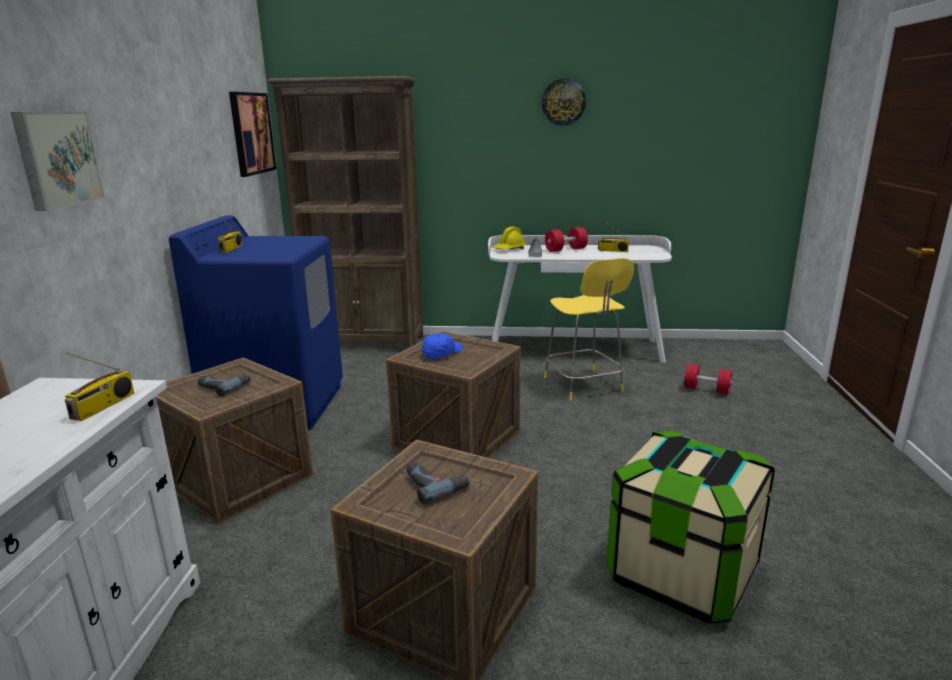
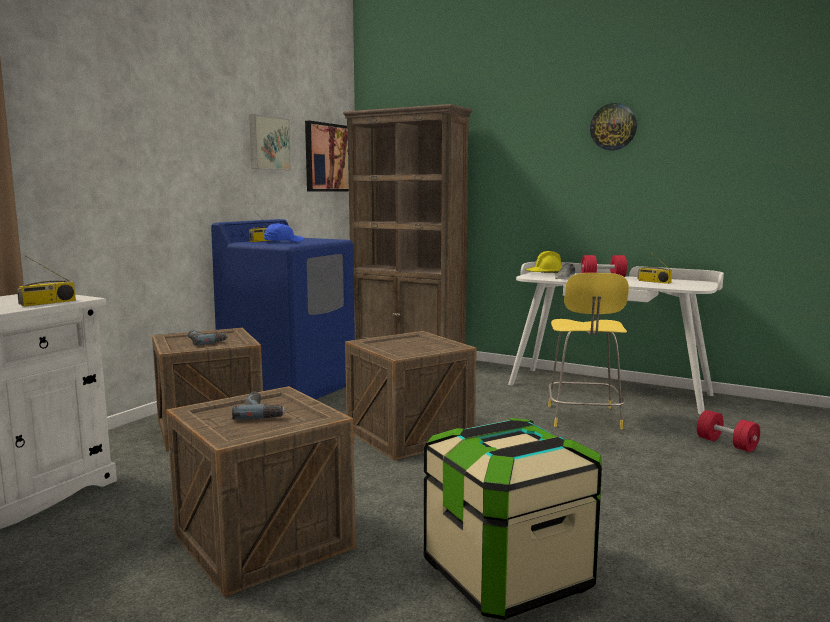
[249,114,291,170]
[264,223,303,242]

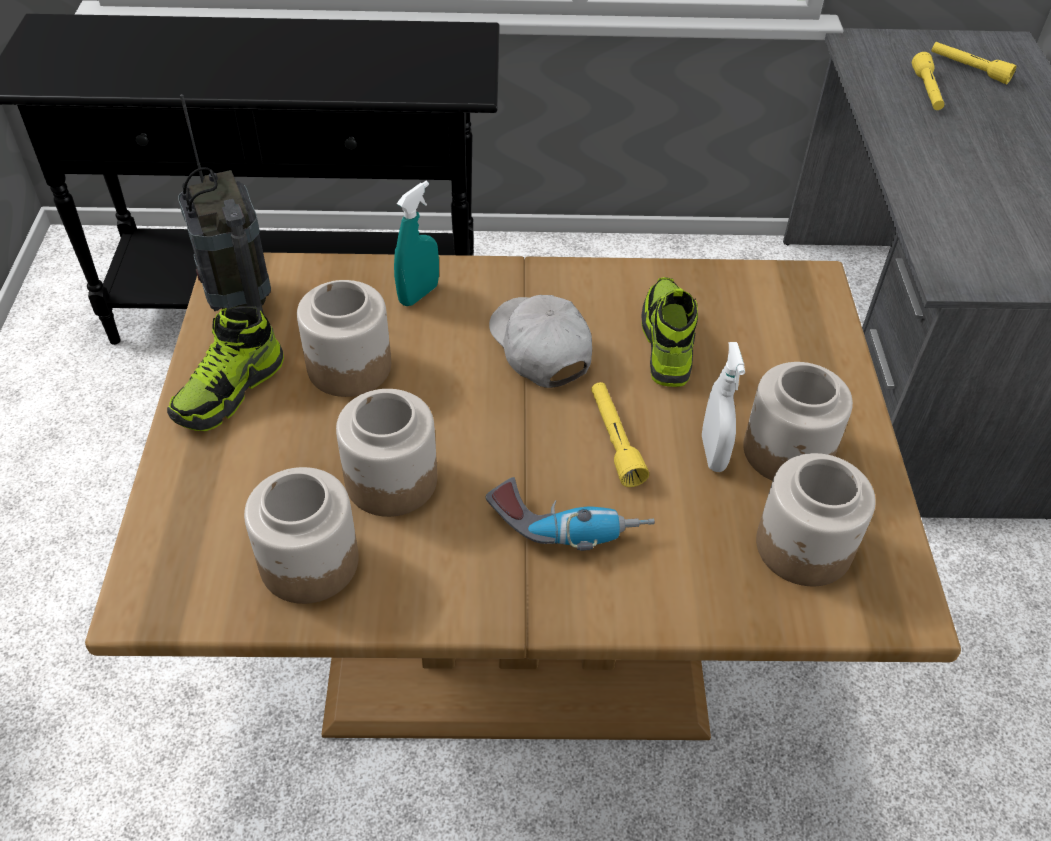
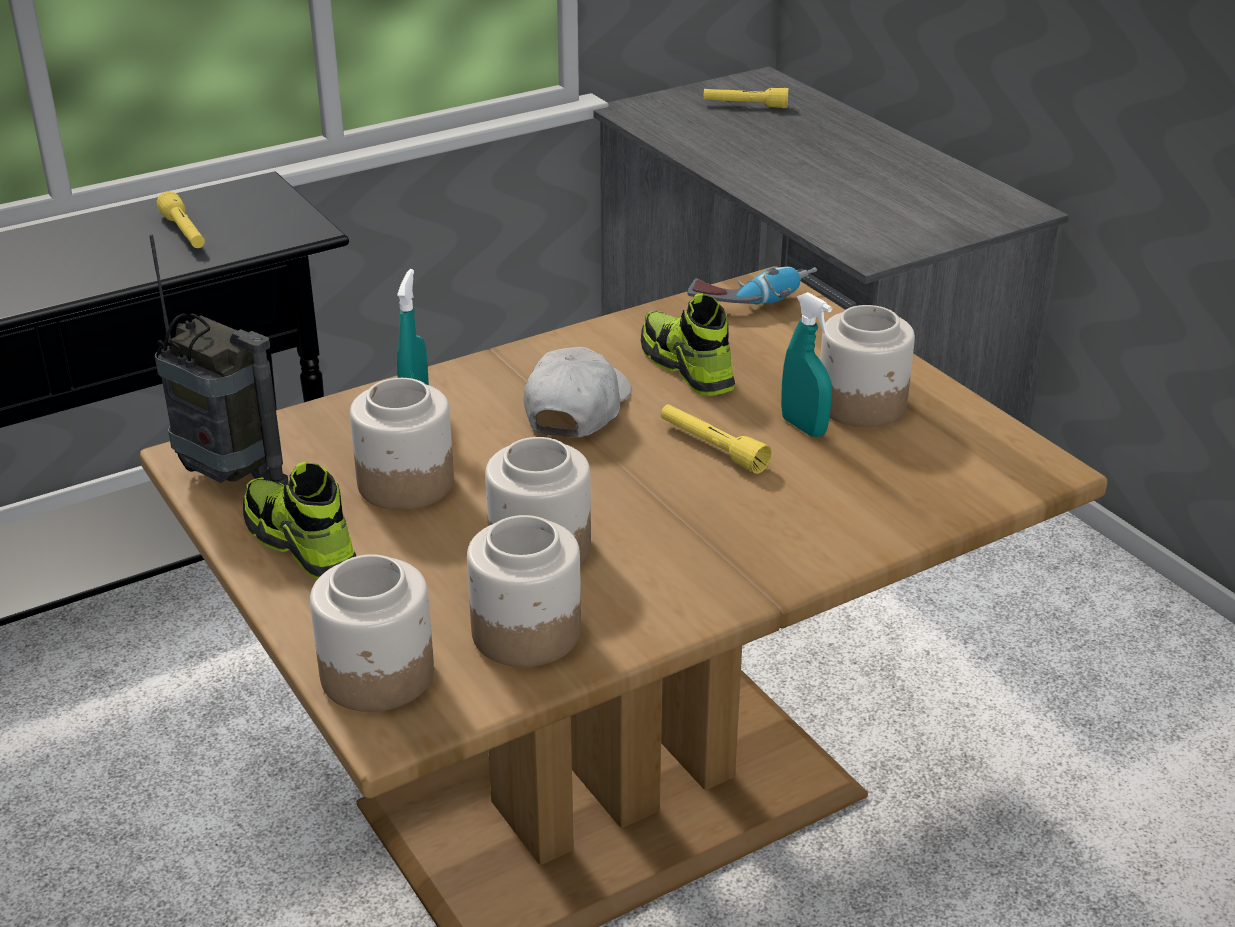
[156,191,205,248]
[243,462,356,580]
[310,554,434,712]
[523,347,632,437]
[688,267,817,304]
[781,292,832,437]

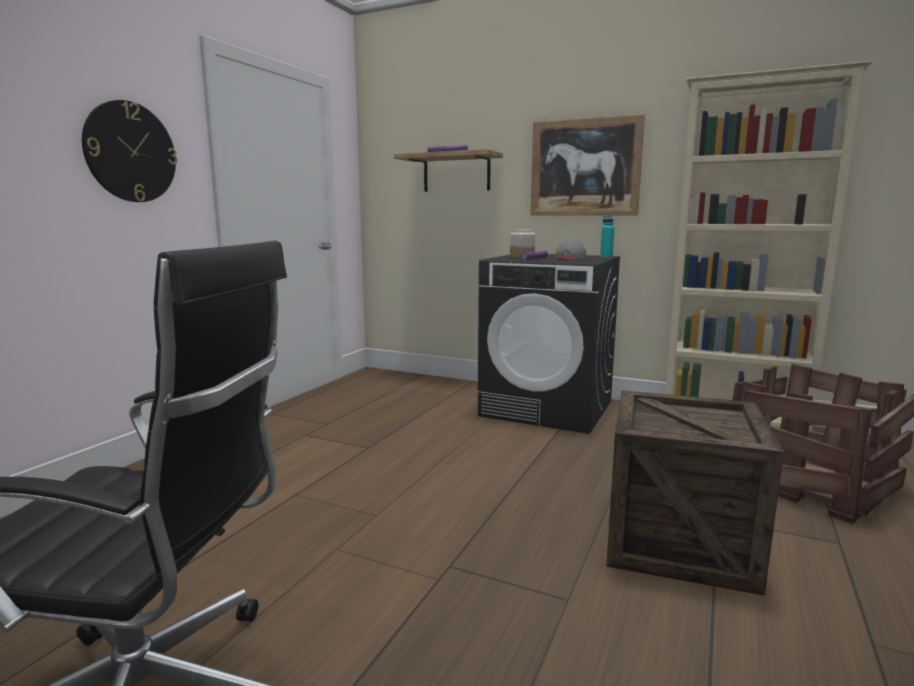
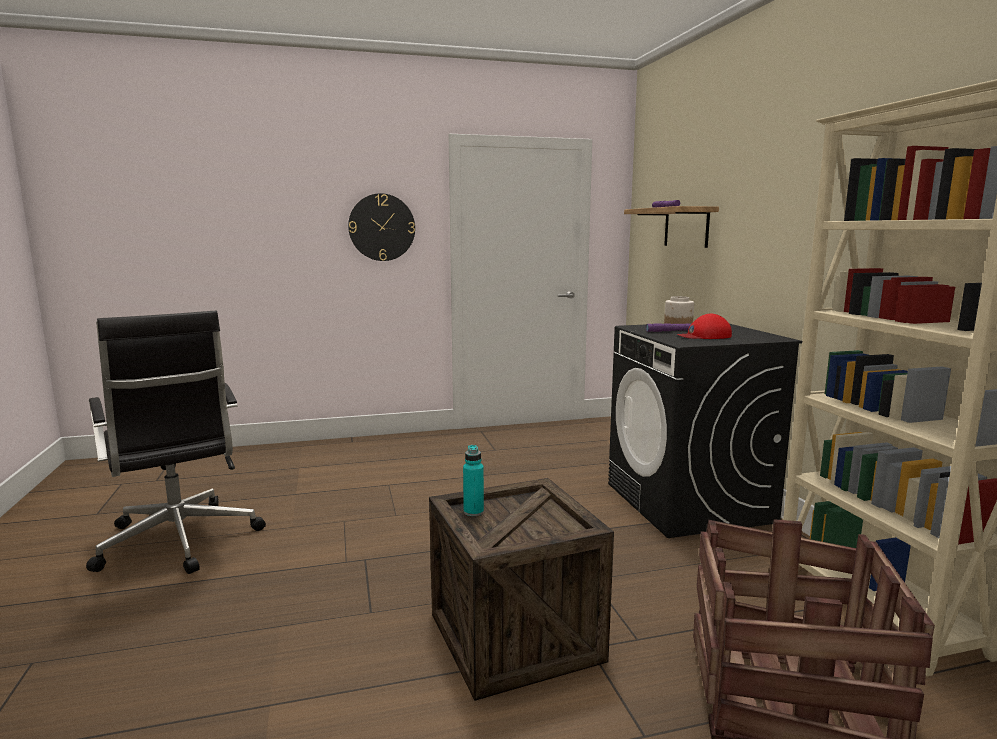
[463,445,484,516]
[677,314,732,339]
[531,114,645,216] (first image)

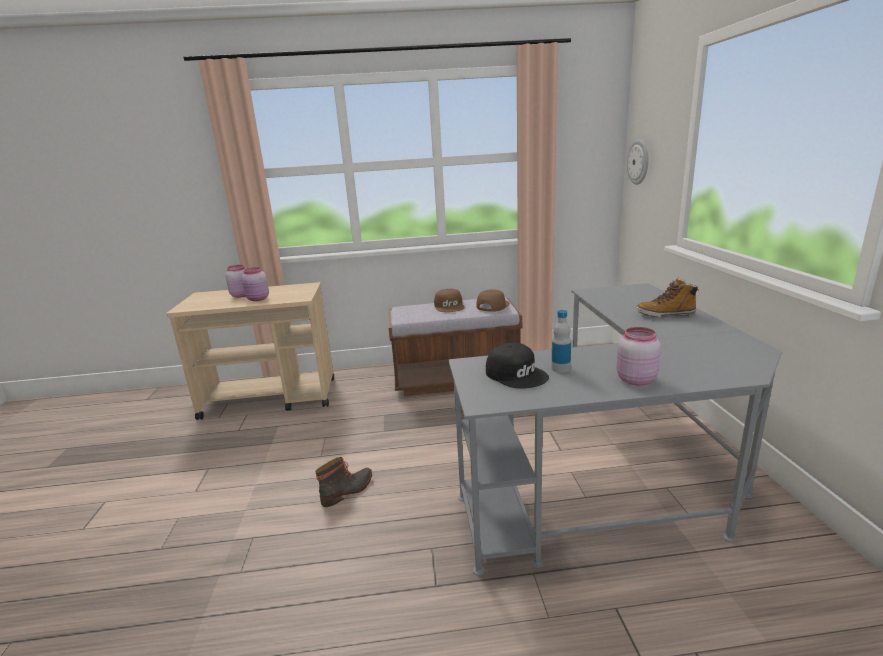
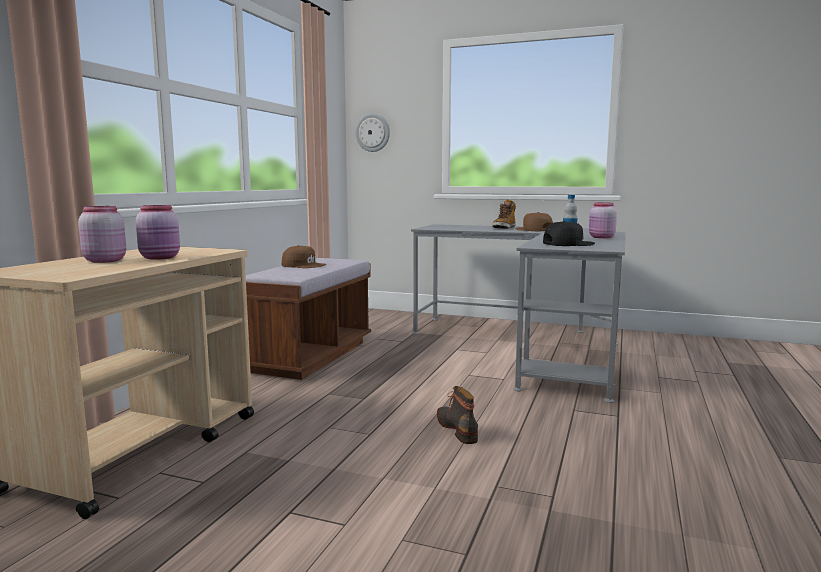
[516,212,553,231]

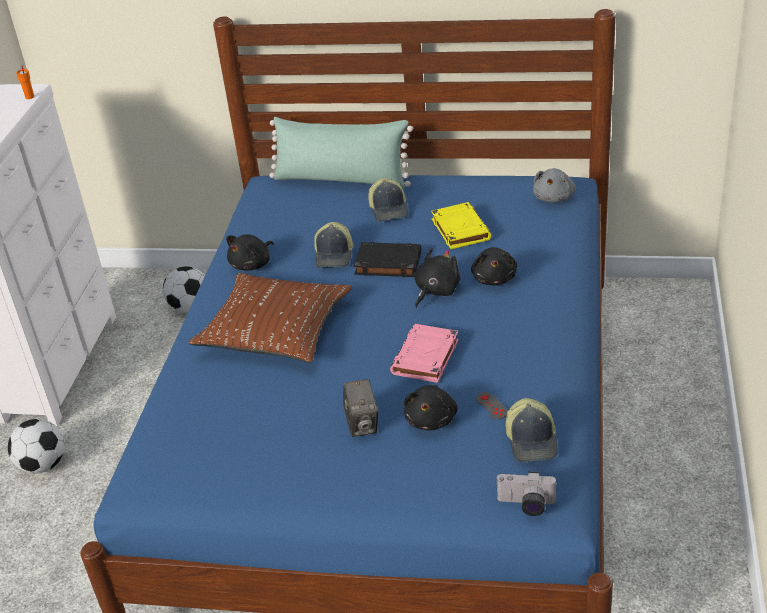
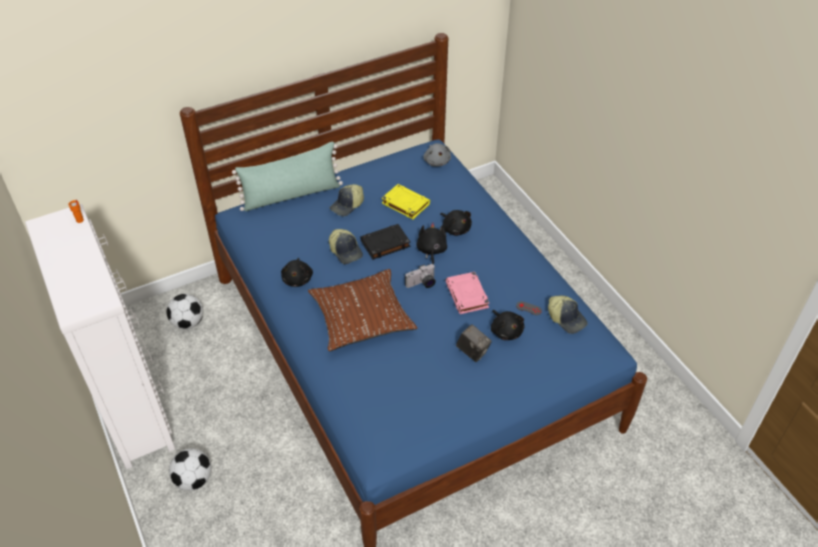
[330,184,364,216]
[405,264,436,288]

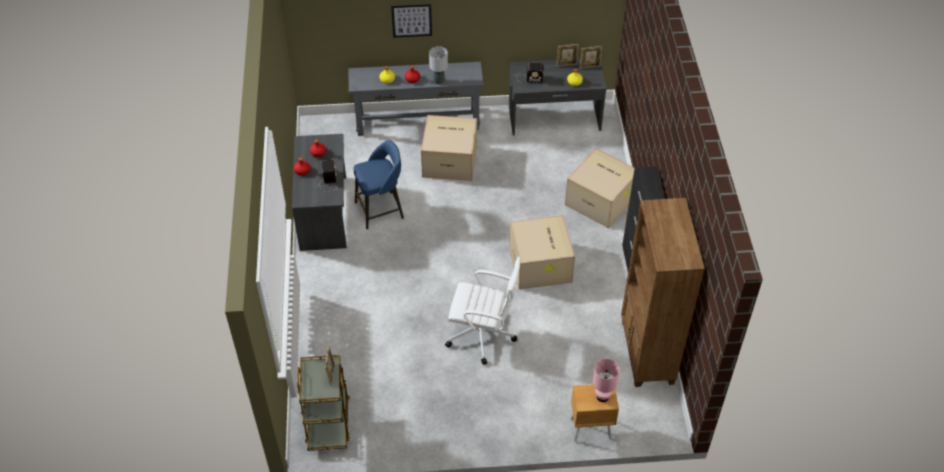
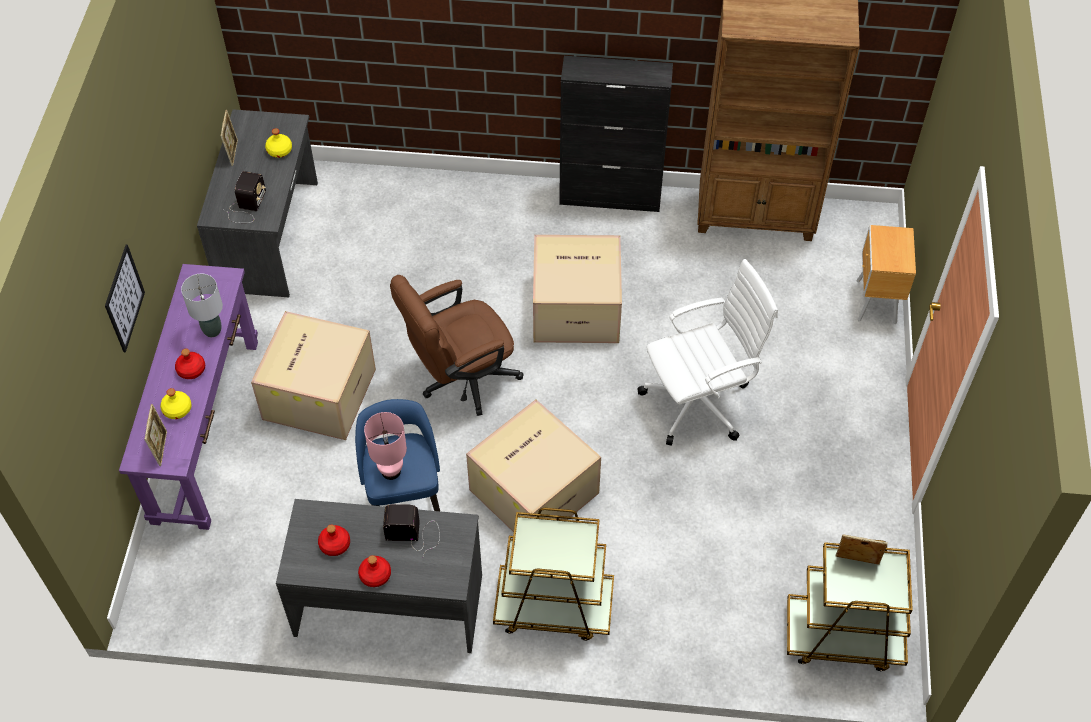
[119,264,258,530]
[144,404,167,466]
[364,412,407,480]
[390,275,524,416]
[466,399,601,532]
[493,508,614,641]
[637,259,778,446]

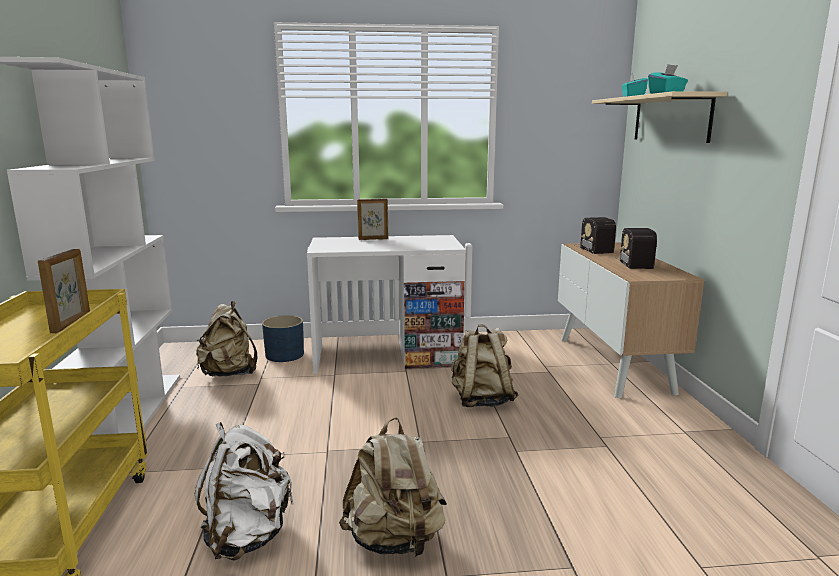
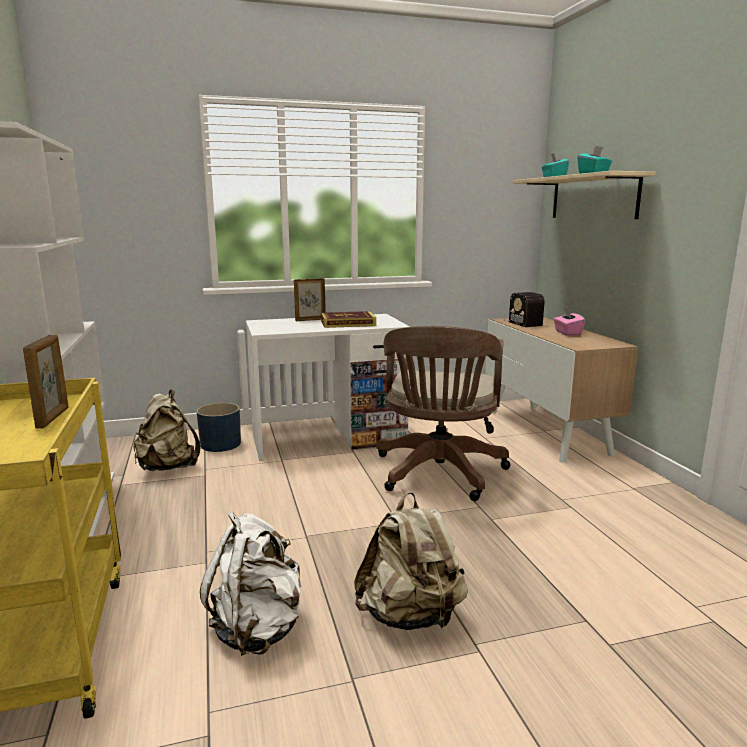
[321,311,376,328]
[376,326,510,501]
[554,309,585,336]

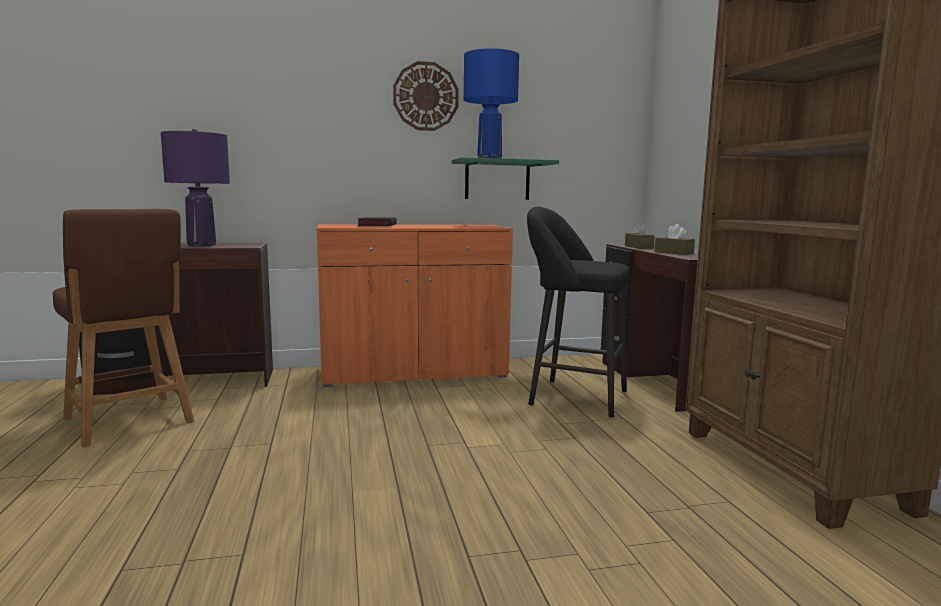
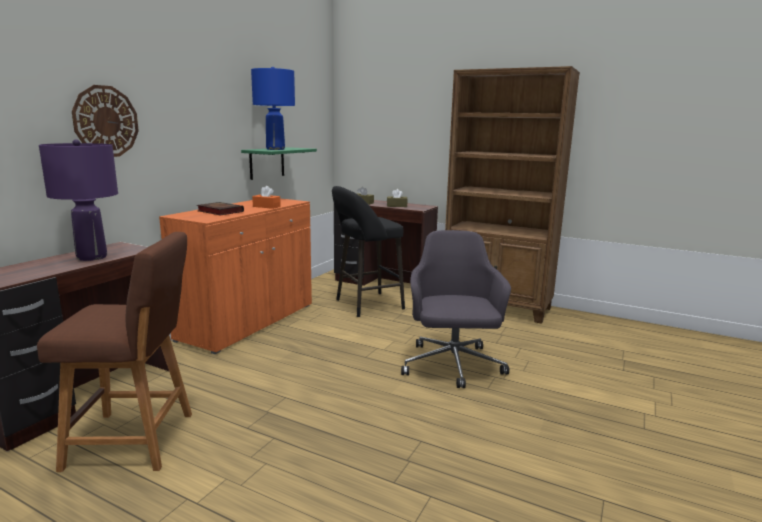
[72,85,139,157]
[252,186,281,209]
[401,230,511,388]

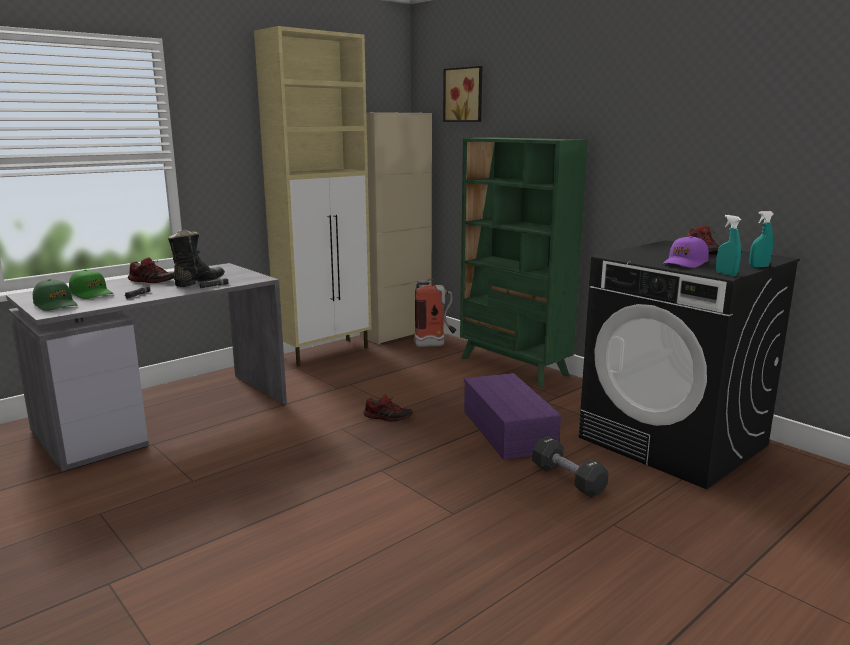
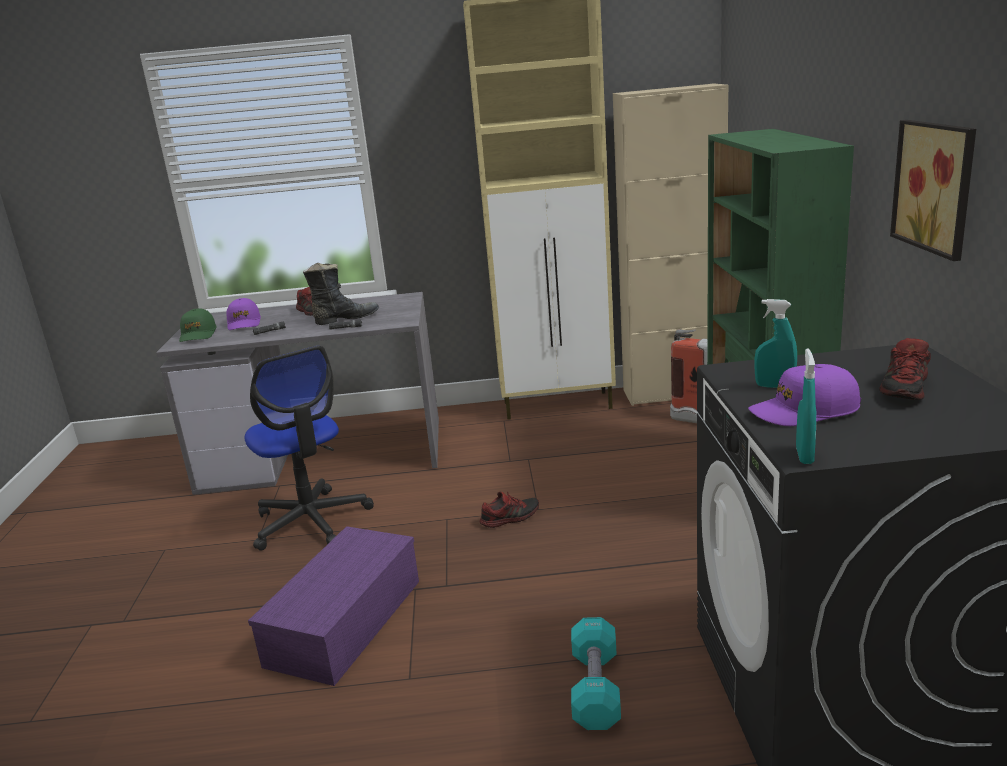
[226,298,261,330]
[245,346,374,551]
[248,526,419,686]
[479,492,539,528]
[571,617,621,730]
[754,299,797,388]
[890,120,976,261]

